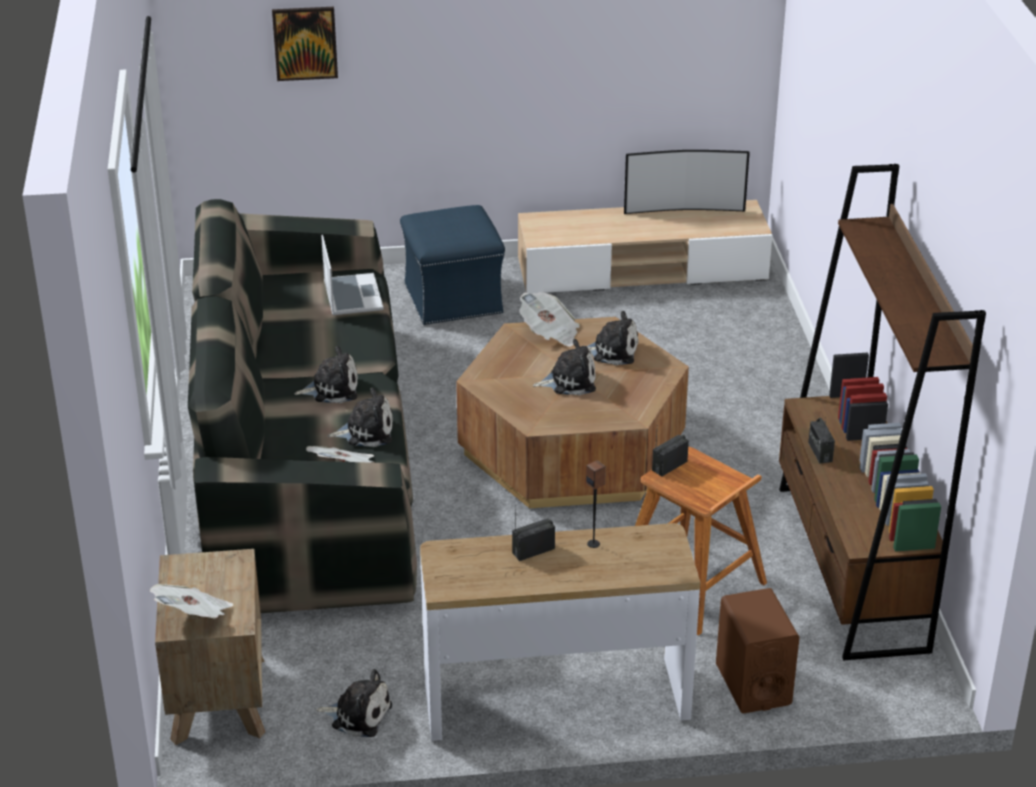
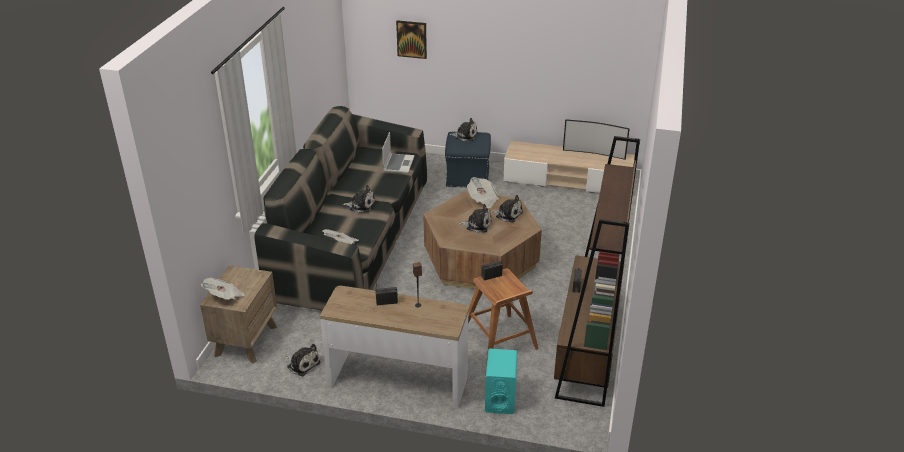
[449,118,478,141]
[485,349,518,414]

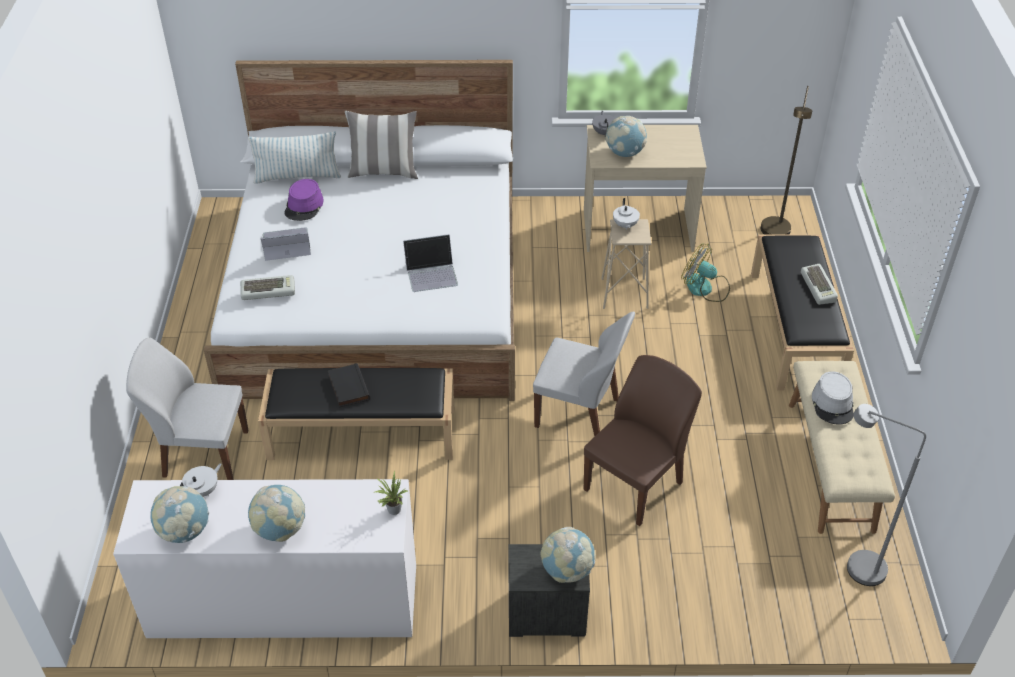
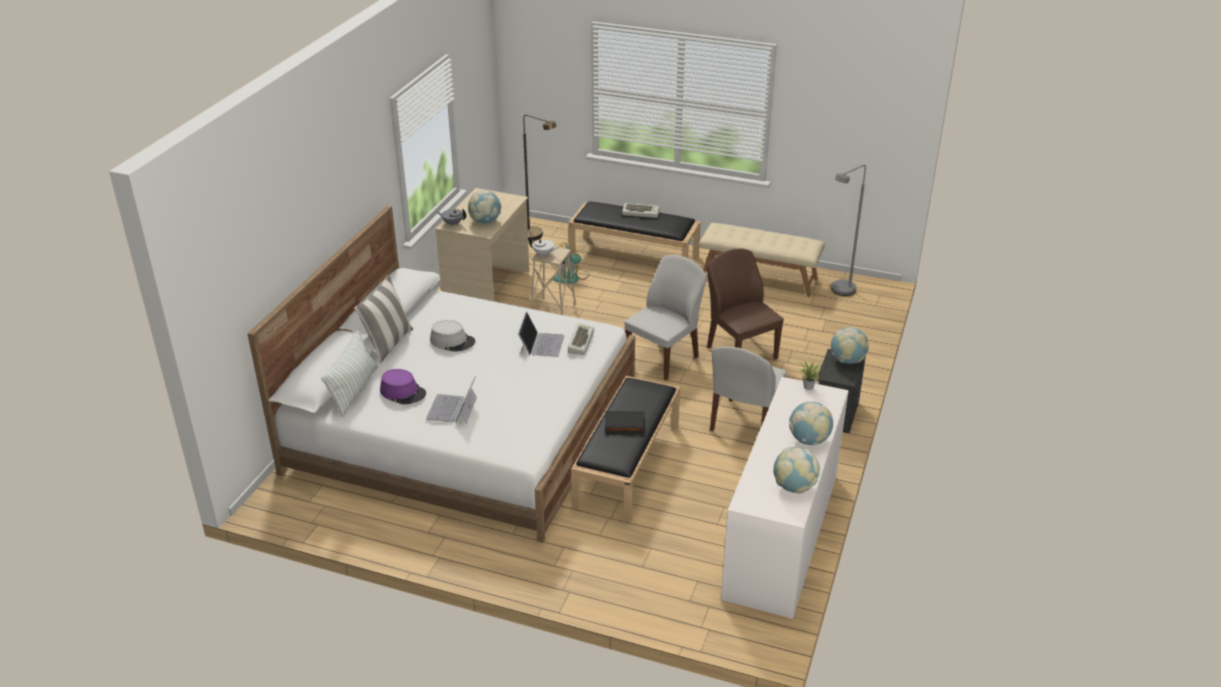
[430,320,475,352]
[568,323,594,355]
[710,347,787,431]
[180,464,221,497] (first image)

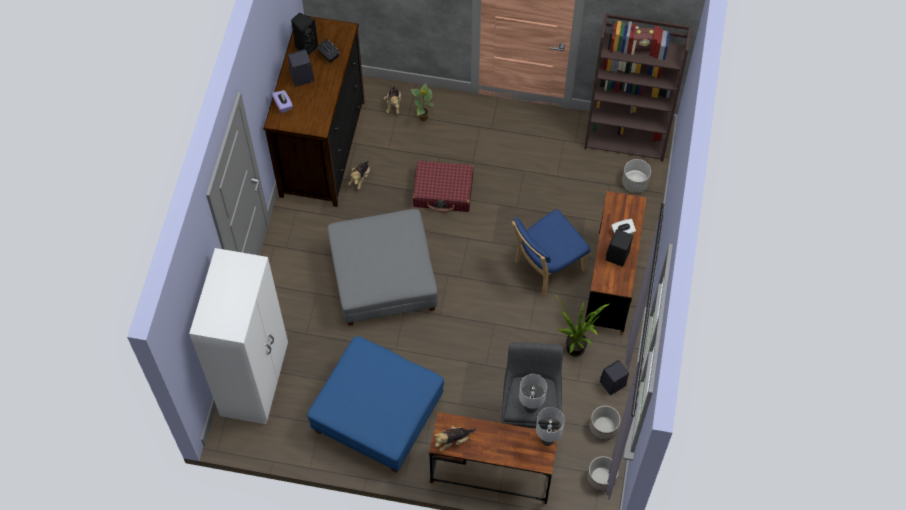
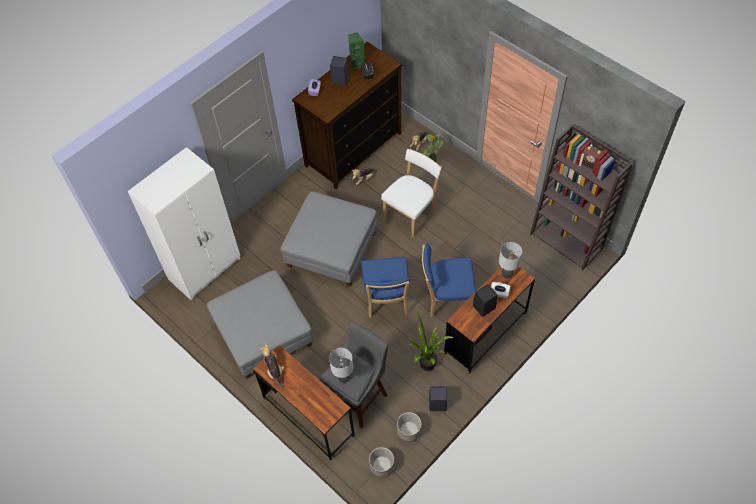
[207,270,313,379]
[260,344,284,388]
[348,32,365,69]
[361,257,410,318]
[381,149,442,238]
[499,242,522,278]
[622,159,651,193] (first image)

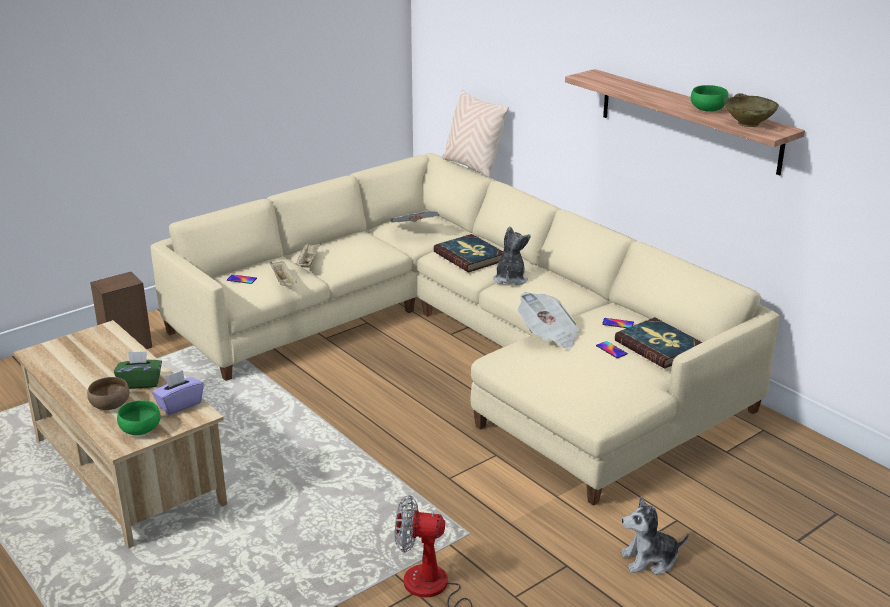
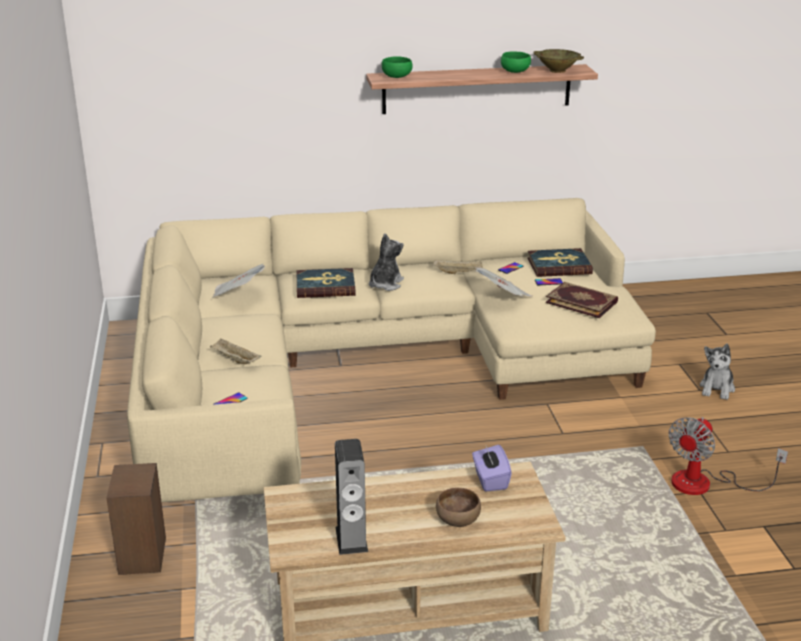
[335,439,368,555]
[369,233,404,291]
[382,56,413,78]
[433,259,483,274]
[545,282,618,318]
[114,351,162,389] (first image)
[442,89,509,177] (first image)

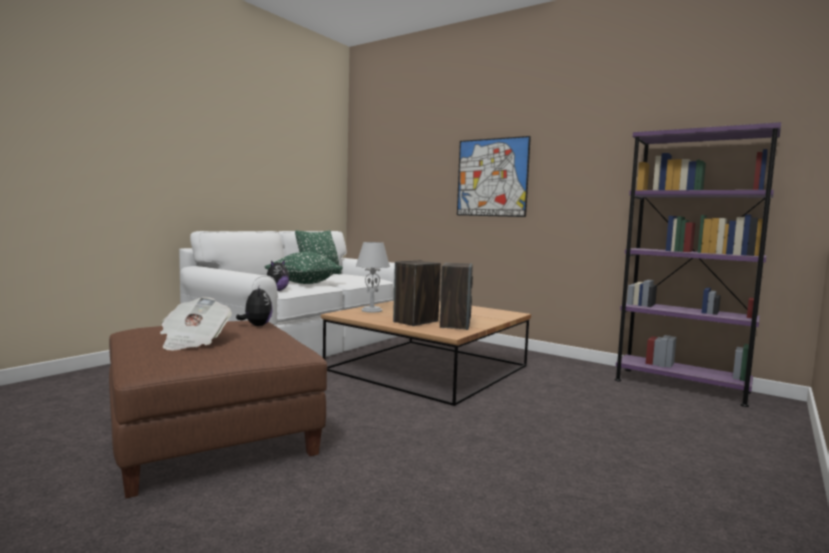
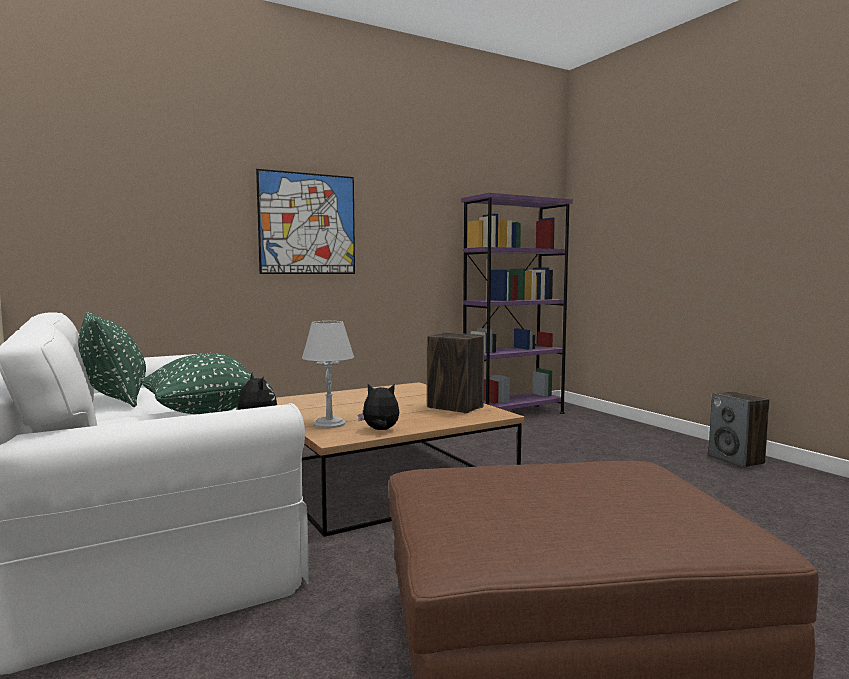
[358,384,399,430]
[708,391,769,468]
[160,297,232,350] (first image)

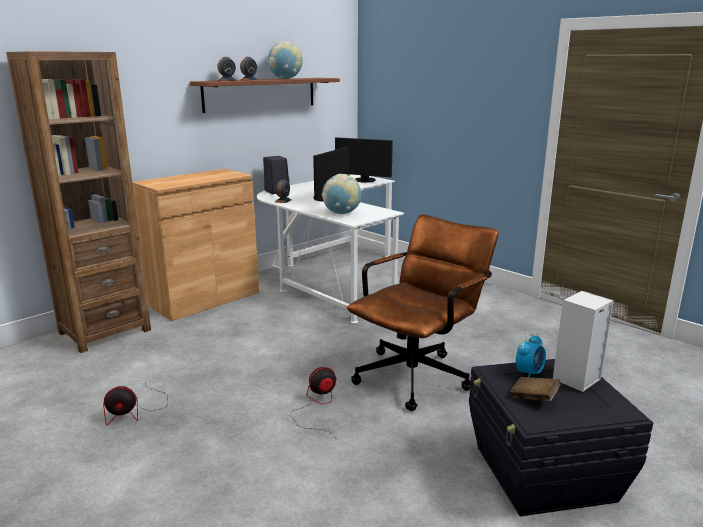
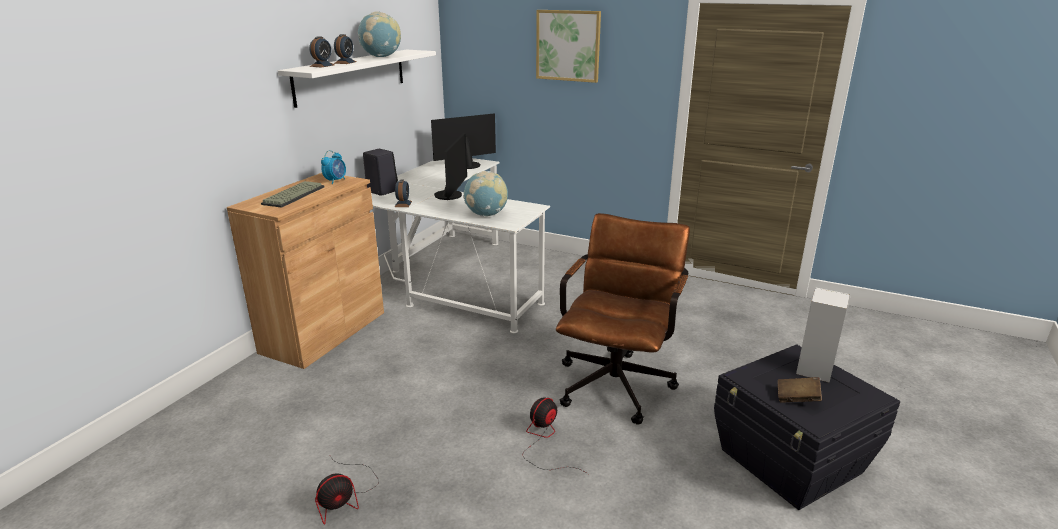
[261,181,324,208]
[278,50,436,108]
[321,150,346,184]
[431,113,496,169]
[536,10,601,83]
[6,51,151,353] (first image)

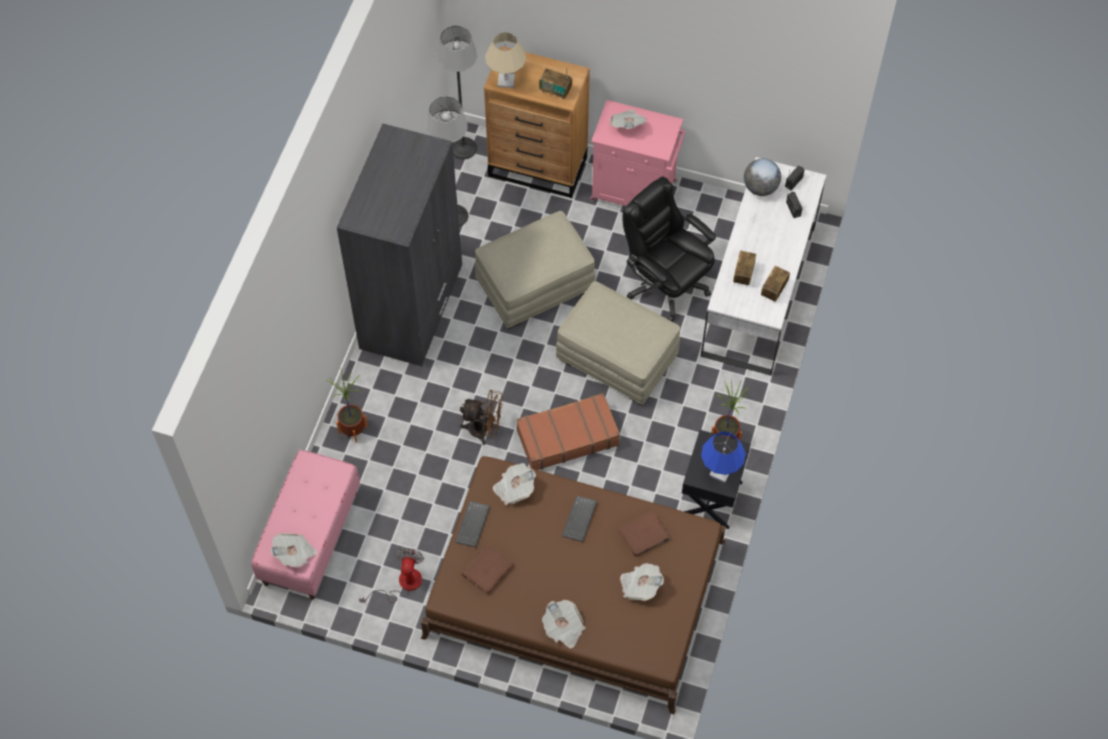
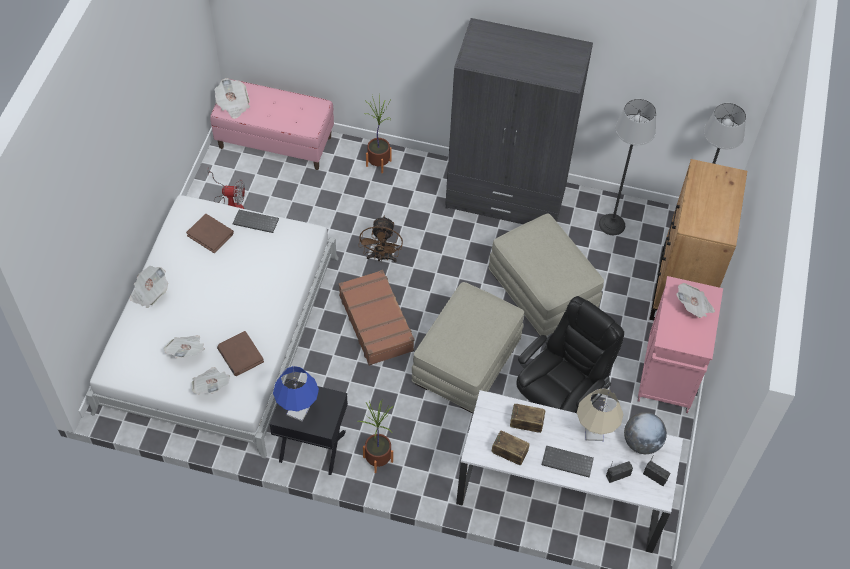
[86,195,339,459]
[192,367,230,394]
[542,445,594,477]
[577,388,623,441]
[539,68,572,99] (first image)

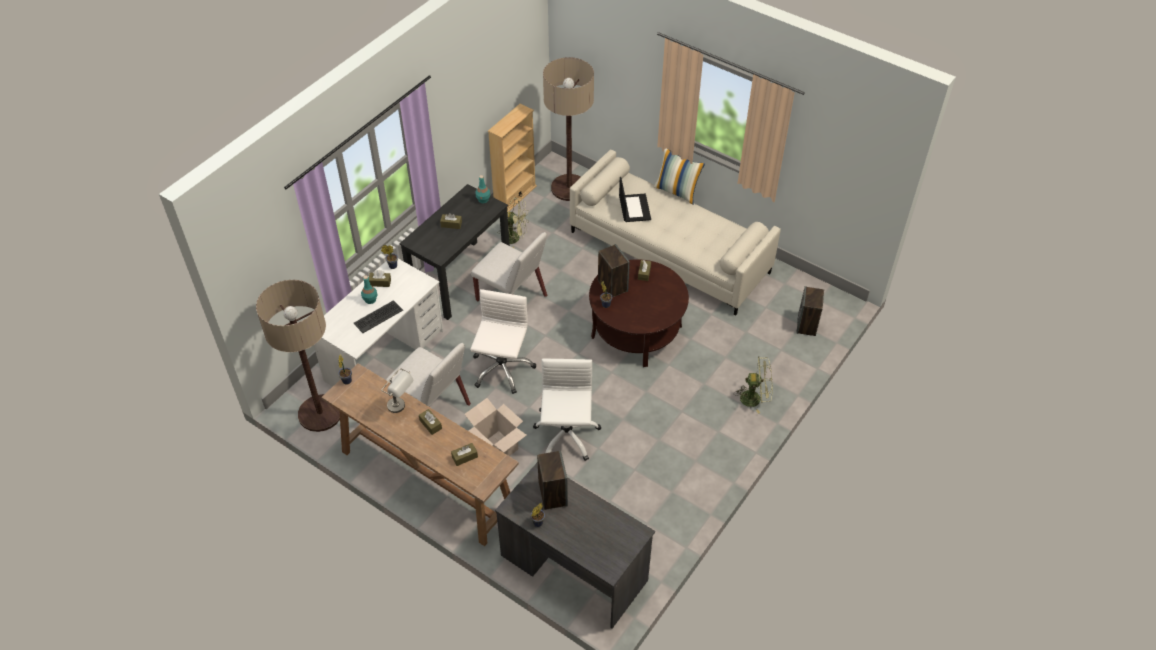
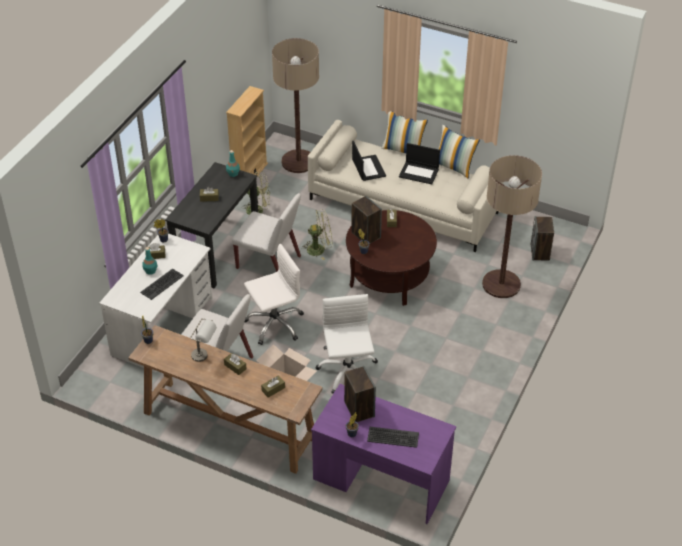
[244,243,304,345]
[301,209,332,260]
[311,384,456,524]
[367,427,419,448]
[399,143,440,184]
[439,124,480,179]
[482,155,542,298]

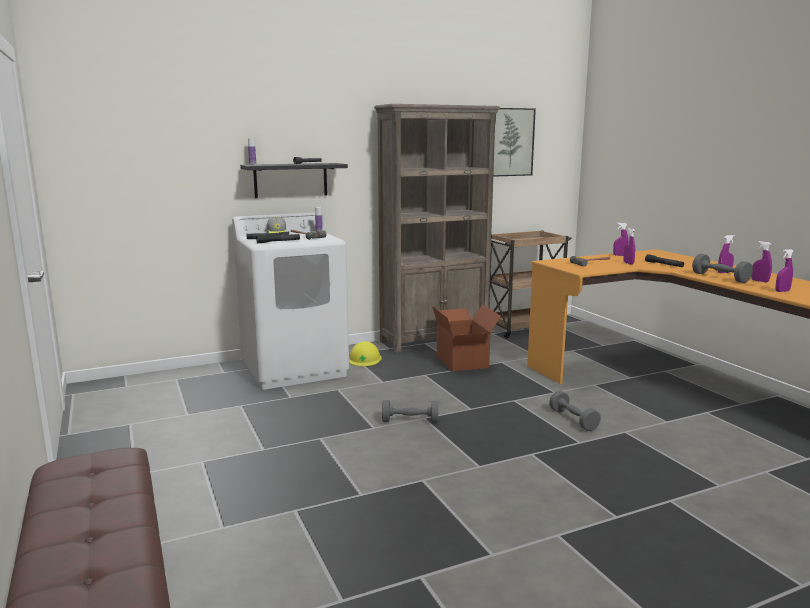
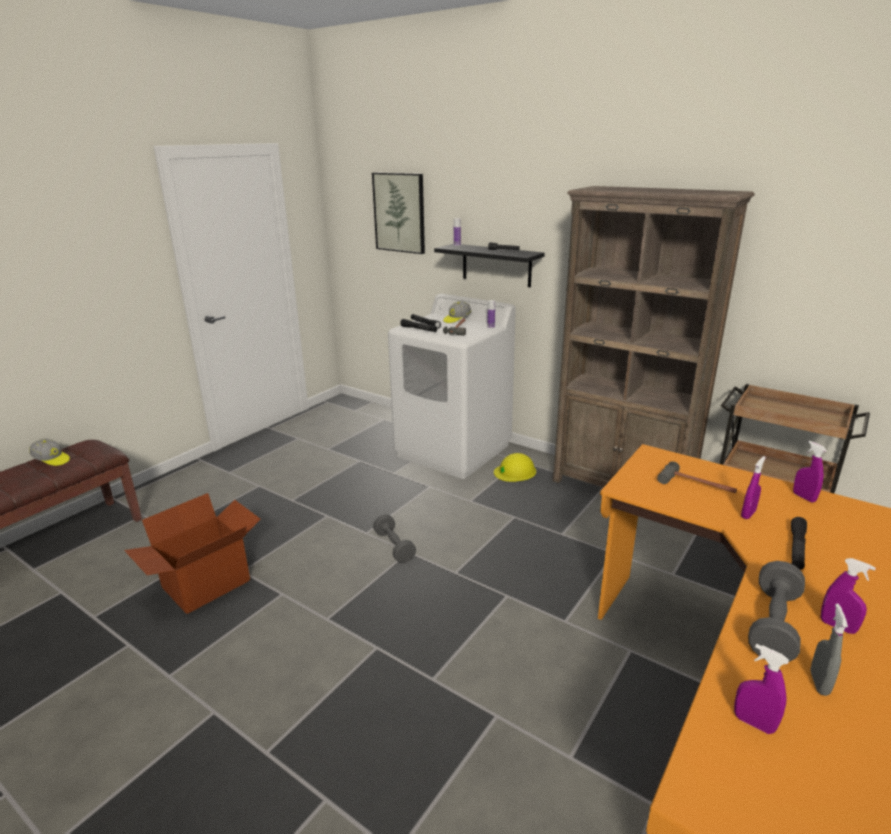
[29,438,70,466]
[124,493,261,614]
[372,172,425,254]
[810,604,848,696]
[549,391,601,431] (first image)

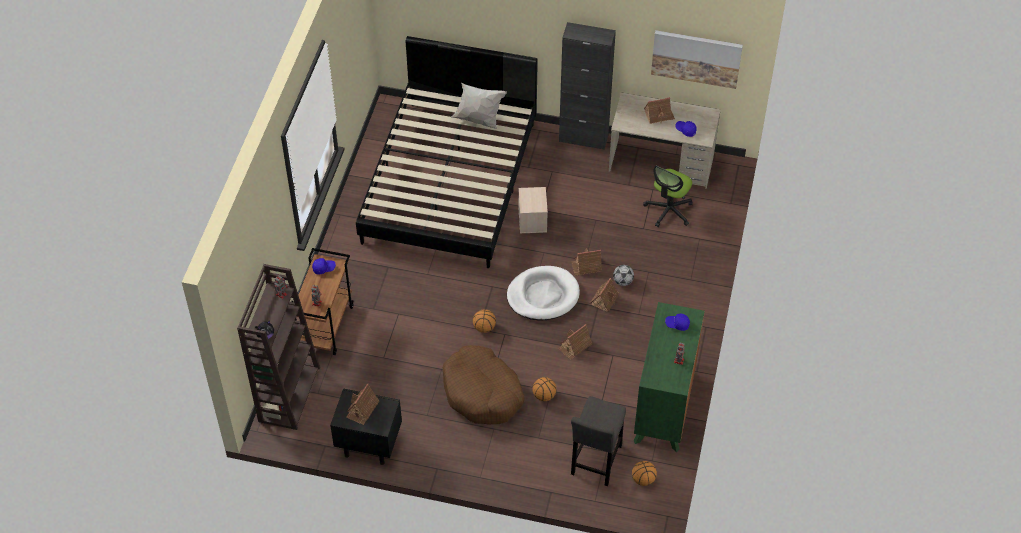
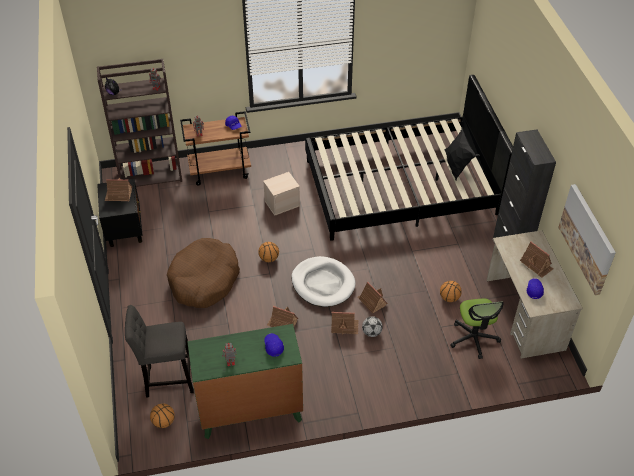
[263,172,300,216]
[440,281,462,302]
[444,126,476,181]
[450,298,504,359]

